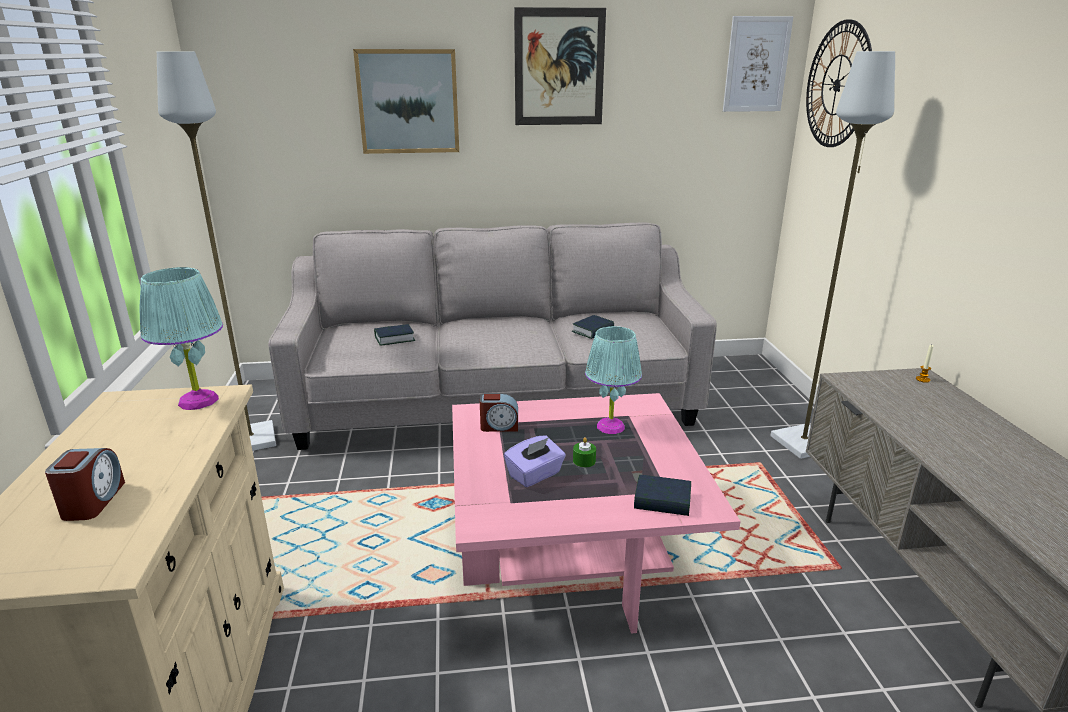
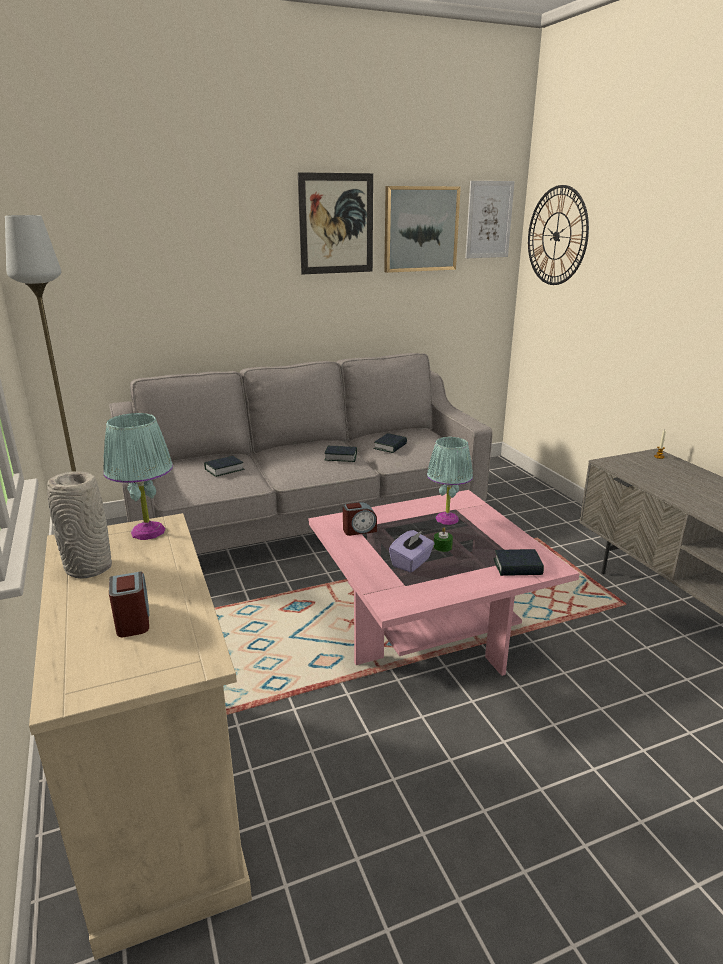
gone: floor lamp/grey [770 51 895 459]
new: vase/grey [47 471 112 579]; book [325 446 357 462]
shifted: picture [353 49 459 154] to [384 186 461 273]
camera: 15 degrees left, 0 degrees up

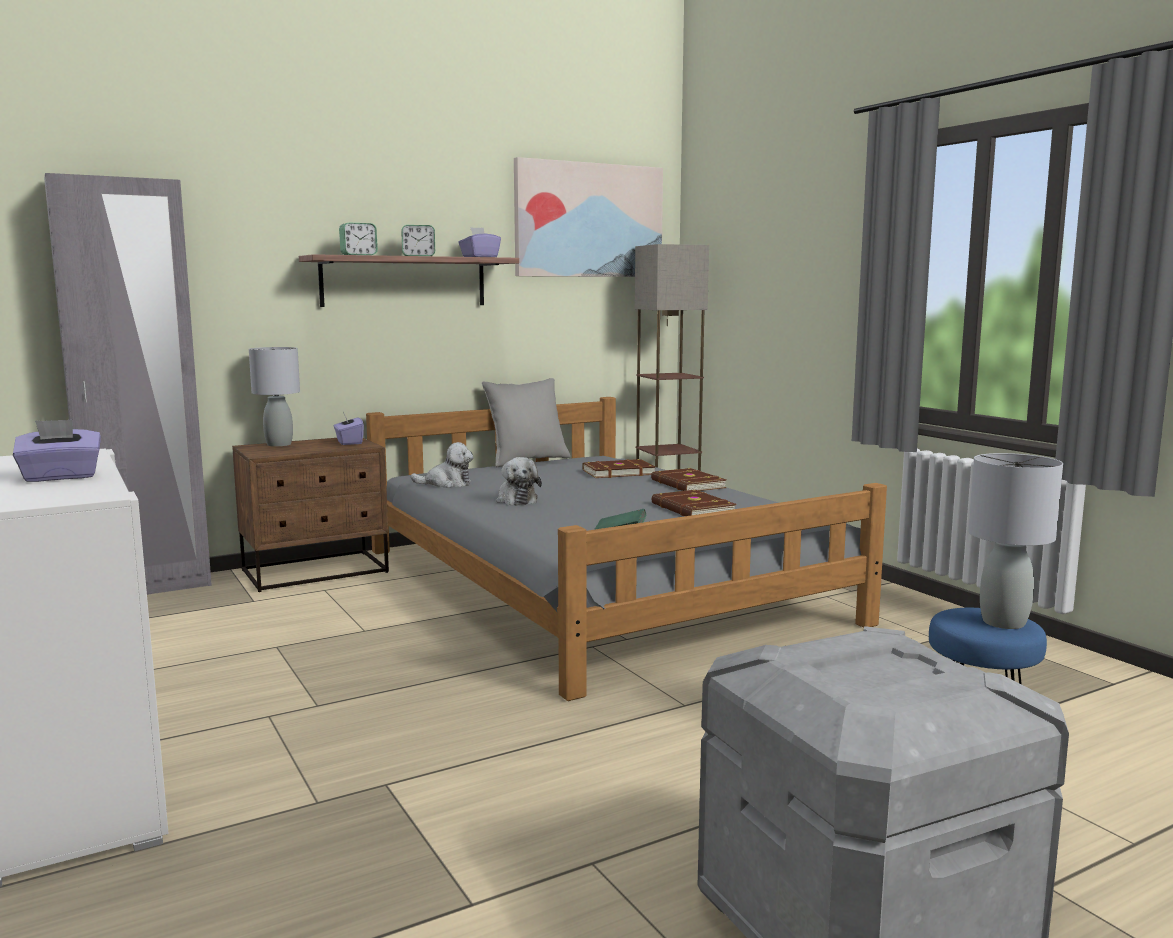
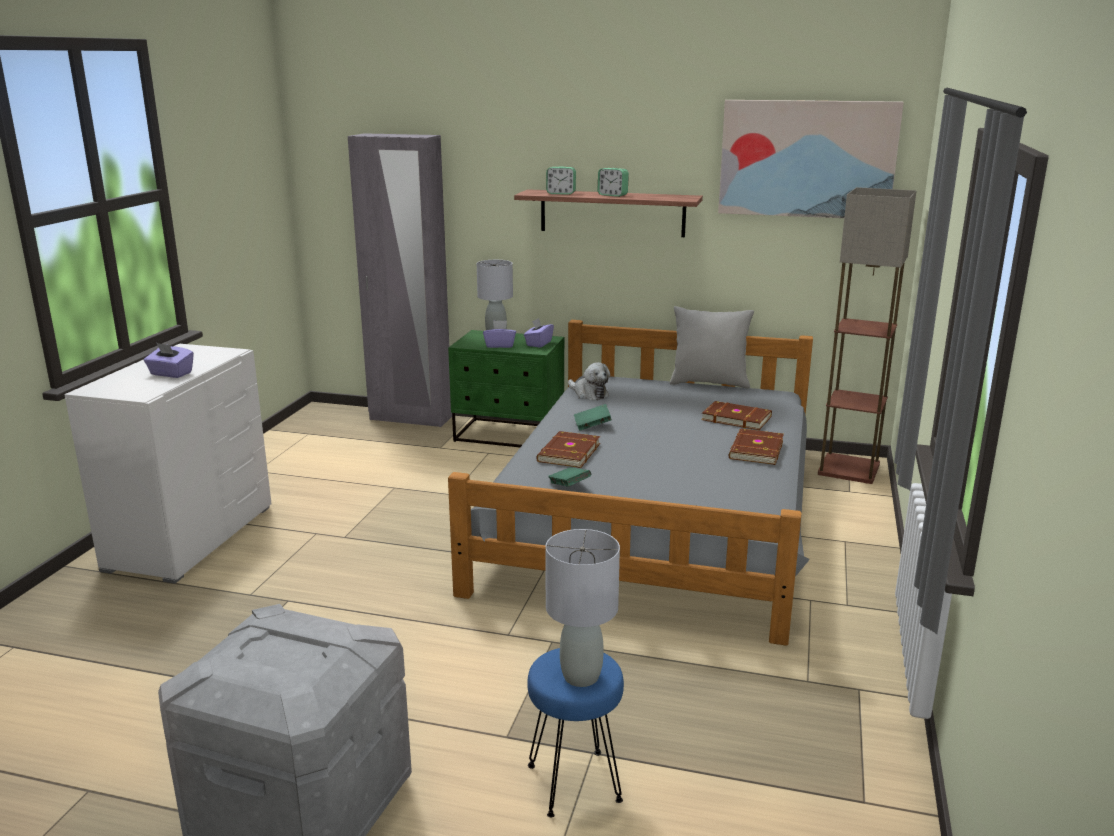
shifted: tissue box/purple [458 227 501 257] to [483 321 516 348]; book/brown [652 490 737 516] to [536 431 600 468]
swapped: plush toy [496 457 542 505] to book/green [574 404 612 431]
repainted: nightstand/brown [232 438 389 592] to nightstand/green [448 330 564 447]
camera: 45 degrees right, 10 degrees up

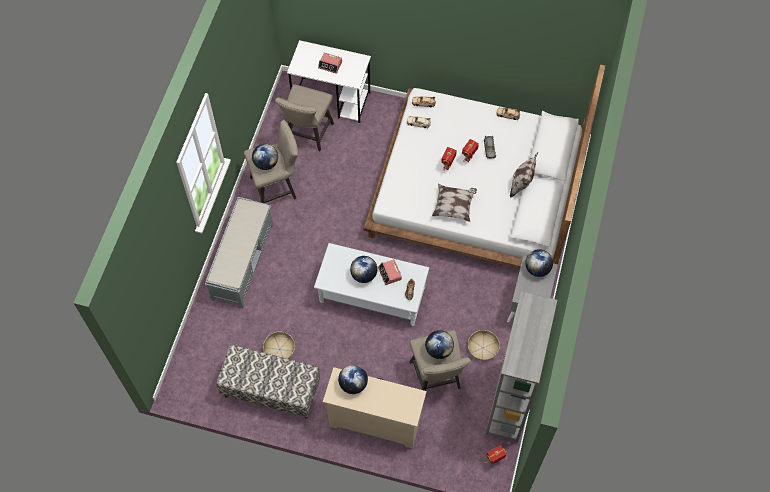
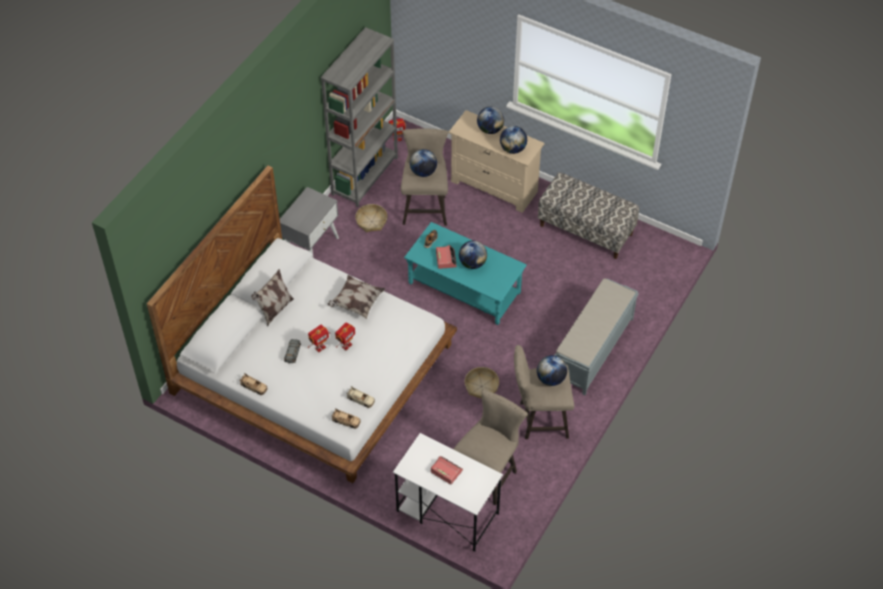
shifted: basket [263 332 295 359] to [465 367 499 399]; globe [525 249 553 277] to [477 107 504 134]
repainted: coffee table/grey [314 243 429 326] to coffee table/turquoise [404 222 527 325]
camera: 165 degrees left, 10 degrees down

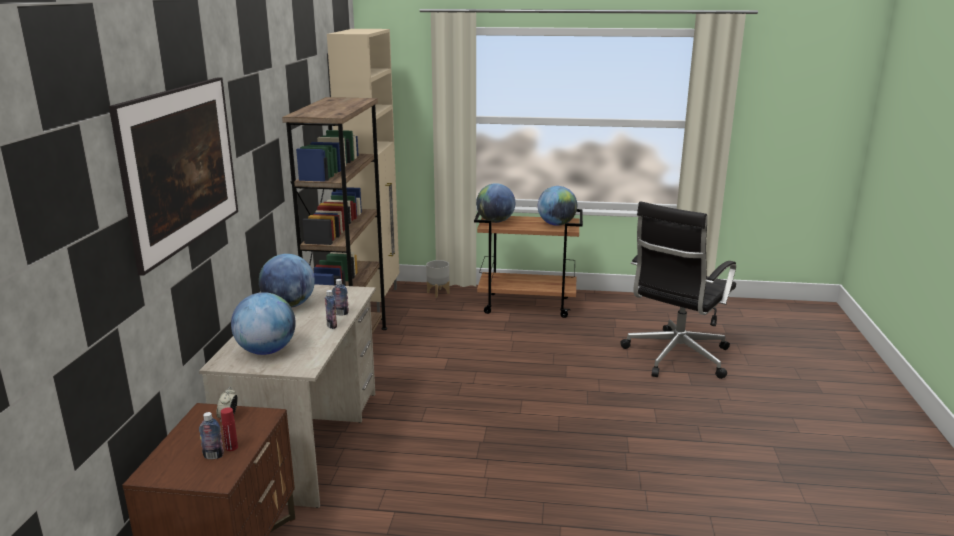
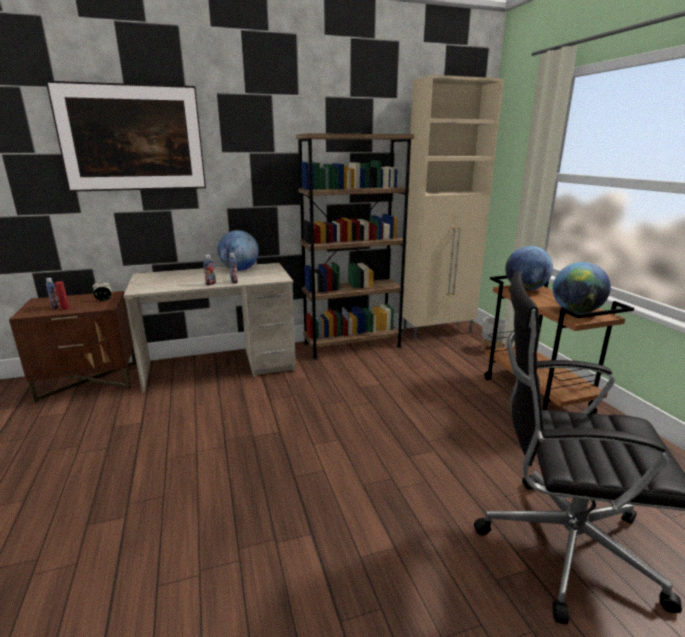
gone: globe [231 292 296 355]
camera: 65 degrees right, 0 degrees up

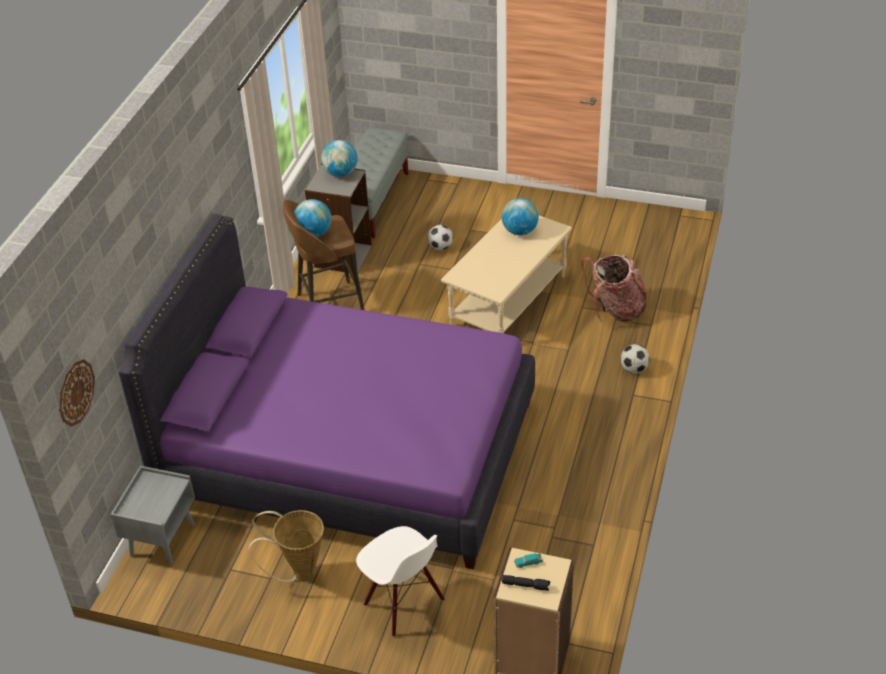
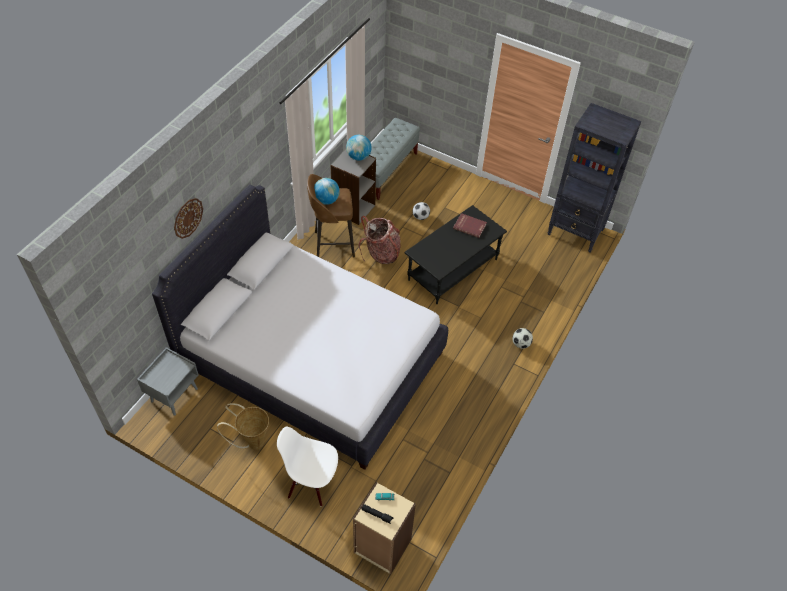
new: bookcase/black [548 103 641 253]
shifted: wall clock [59 359 95 427] to [174 198 203 239]; backpack [581 254 648 322] to [358 216 401 264]
swapped: globe [502 198 539 235] to book/red [453 213 487 238]
repainted: bed/purple [119 214 535 569] to bed/white [152 185 448 470]; coffee table/beige [441 216 572 333] to coffee table/black [405 205 507 304]
rotated: chair/white [356 526 445 637] = [277 427 338 507] 135 degrees clockwise
camera: 10 degrees right, 10 degrees up

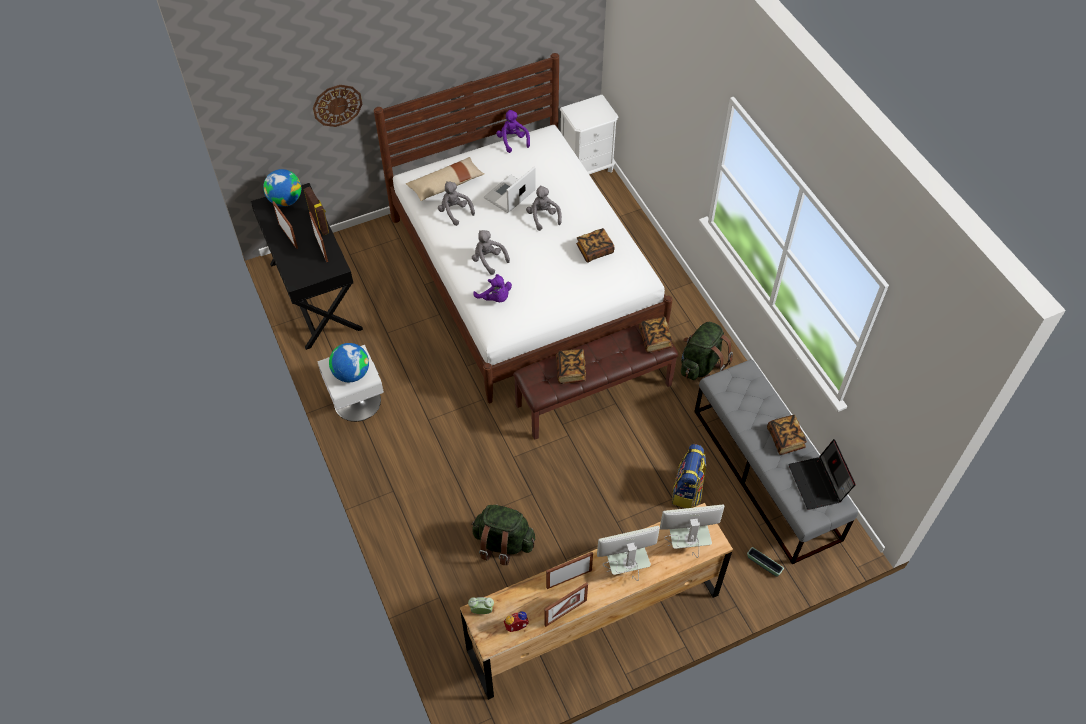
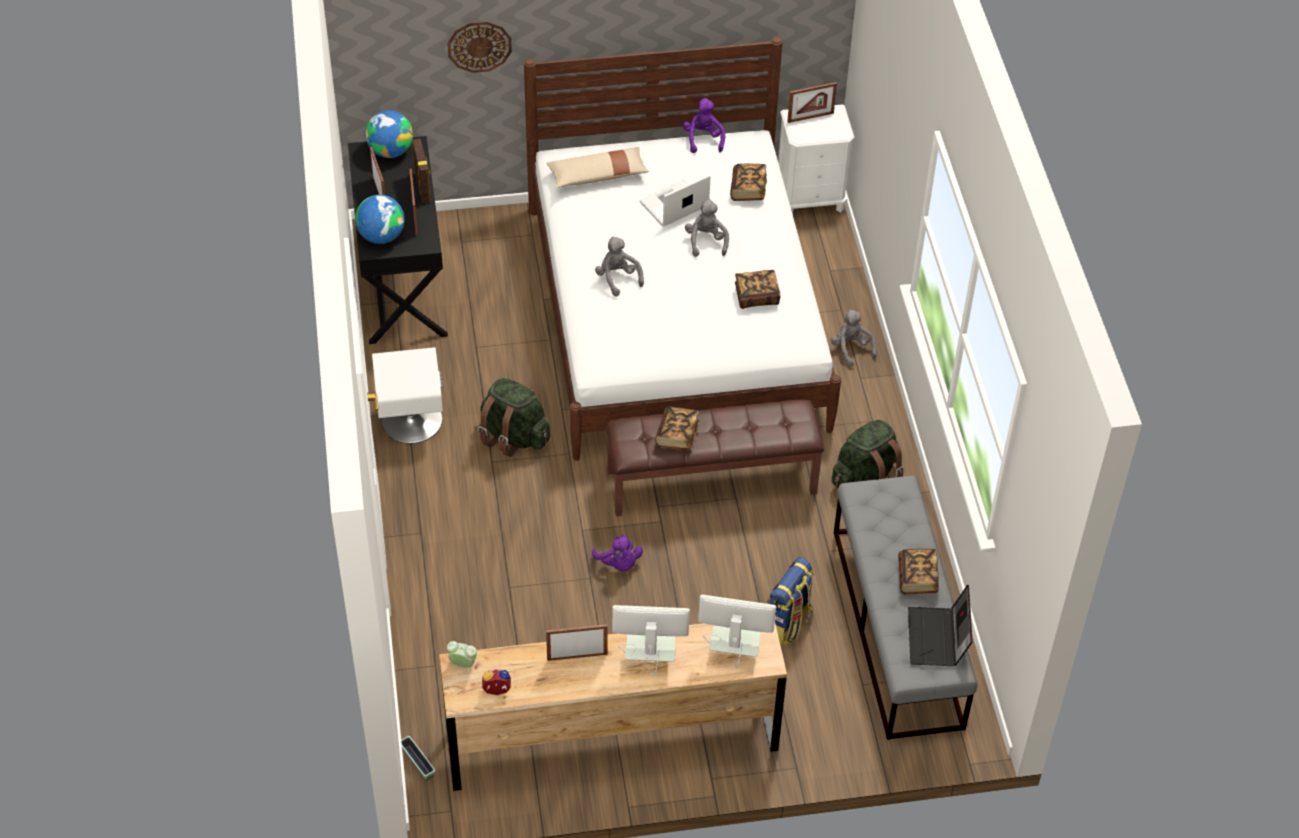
shifted: globe [329 343 369 382] to [355 195 405 244]; plush toy/grey [438 182 475 226] to [831 309 877 367]; backpack/green [471 505 535 565] to [478 378 550 457]; plush toy/purple [473 274 512 302] to [592 534 643 571]; picture frame [544 582 588 627] to [787 82 837 123]; book [639 317 672 353] to [730 164 767 201]; planter [747 547 784 577] to [401 736 435 781]
camera: 15 degrees right, 5 degrees down

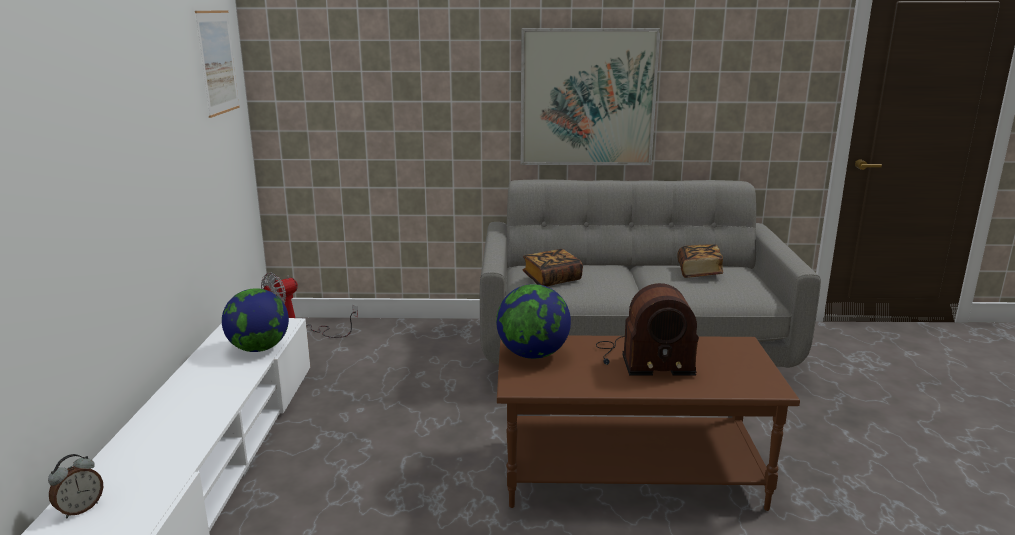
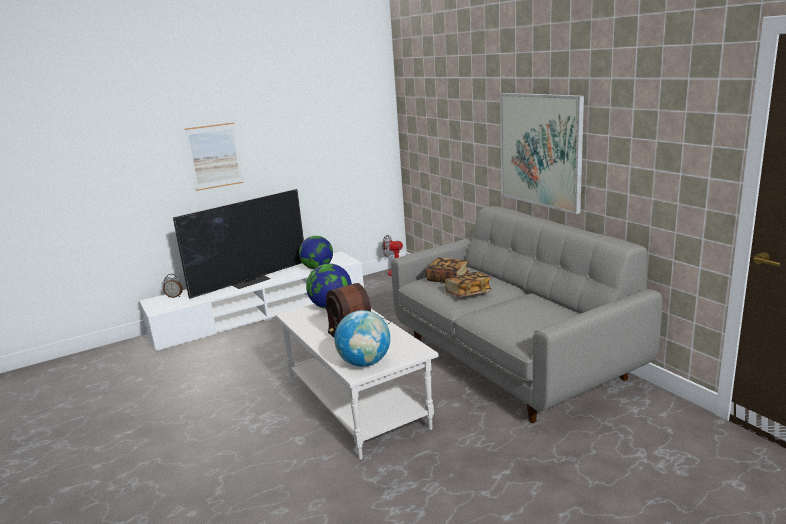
new: television [173 189 304 299]; globe [334 310 390 367]
shifted: picture [195 10 240 118] to [184 122 244 191]; book [677 244 723 278] to [445 272 492 297]
repainted: coffee table/brown [497 335 800 511] to coffee table/white [275 304 439 460]
camera: 60 degrees right, 0 degrees up

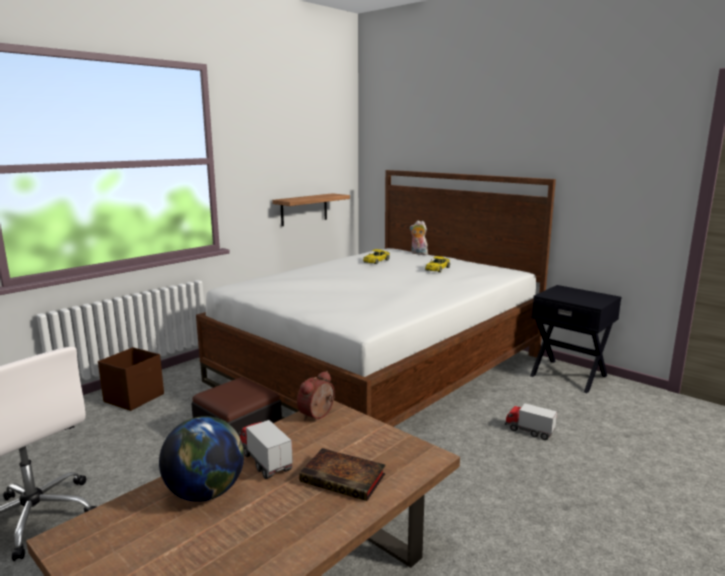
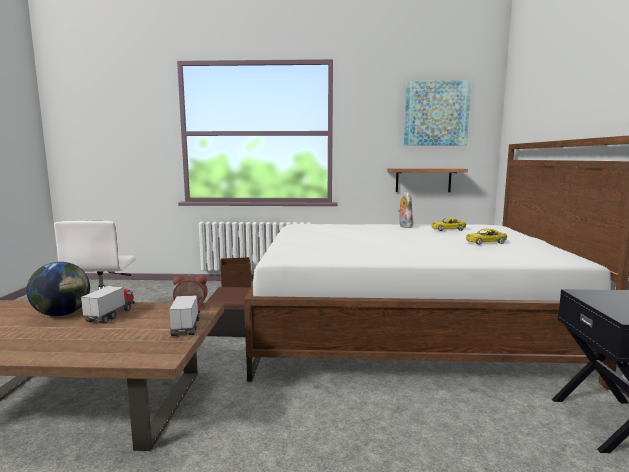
gone: book [299 448 386 501]
new: picture [404 80 471 146]
shifted: plush toy [410 221 428 255] to [398 192 413 228]; toy truck [505 403 557 440] to [169 295 201 336]
camera: 50 degrees right, 5 degrees down

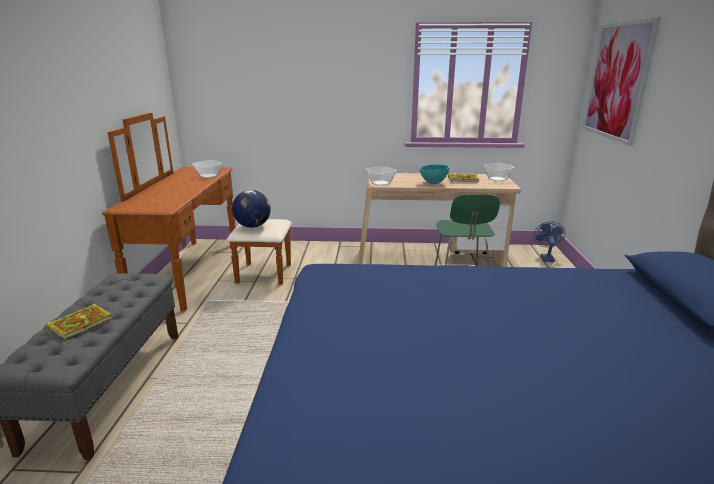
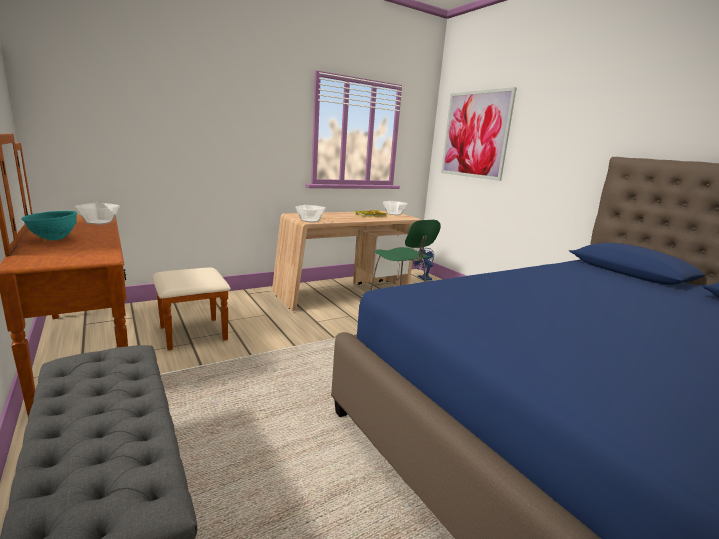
gone: book [46 303 112 339]; globe [232 190 271 228]
shifted: bowl/turquoise [419 164 450 184] to [21 211 77 240]
camera: 35 degrees left, 5 degrees down

